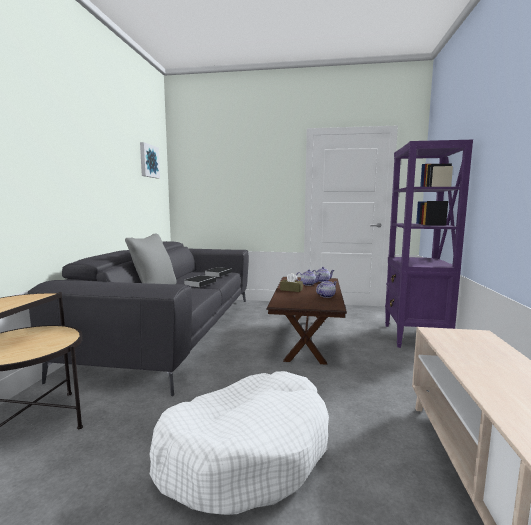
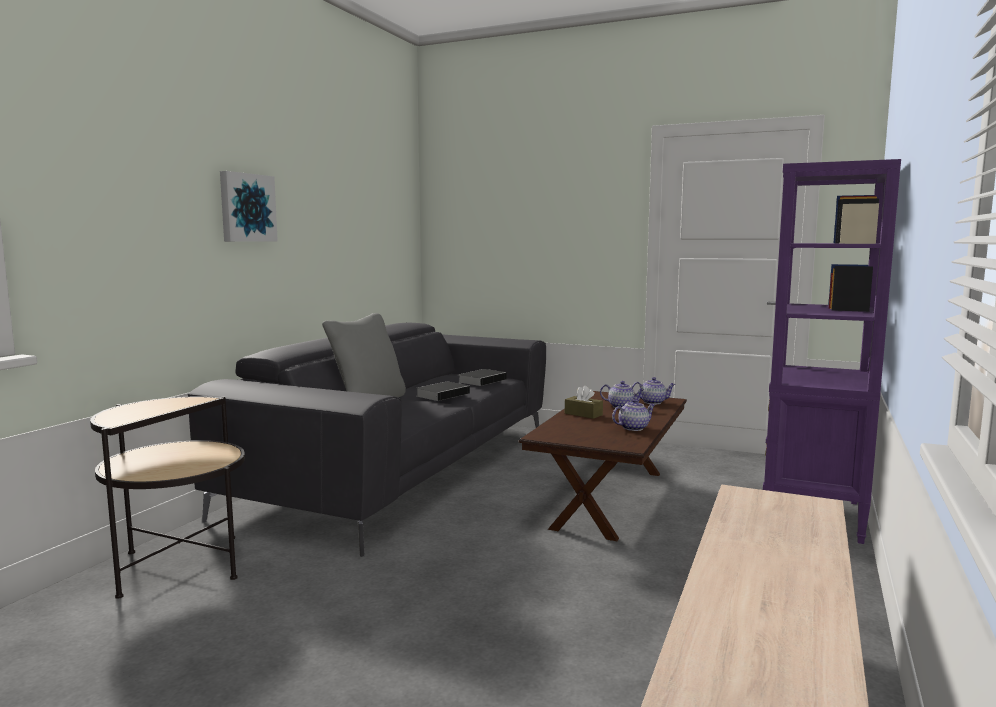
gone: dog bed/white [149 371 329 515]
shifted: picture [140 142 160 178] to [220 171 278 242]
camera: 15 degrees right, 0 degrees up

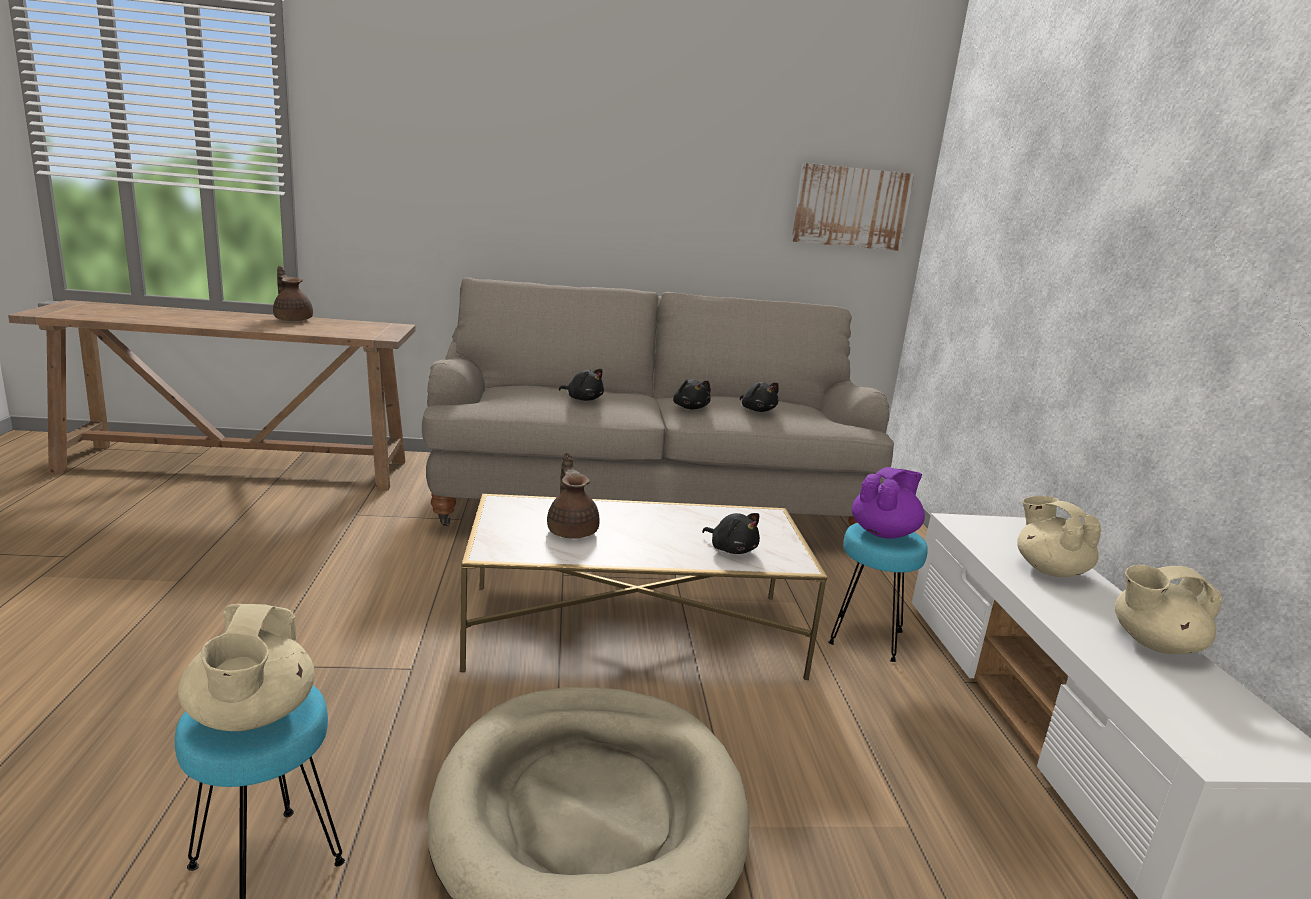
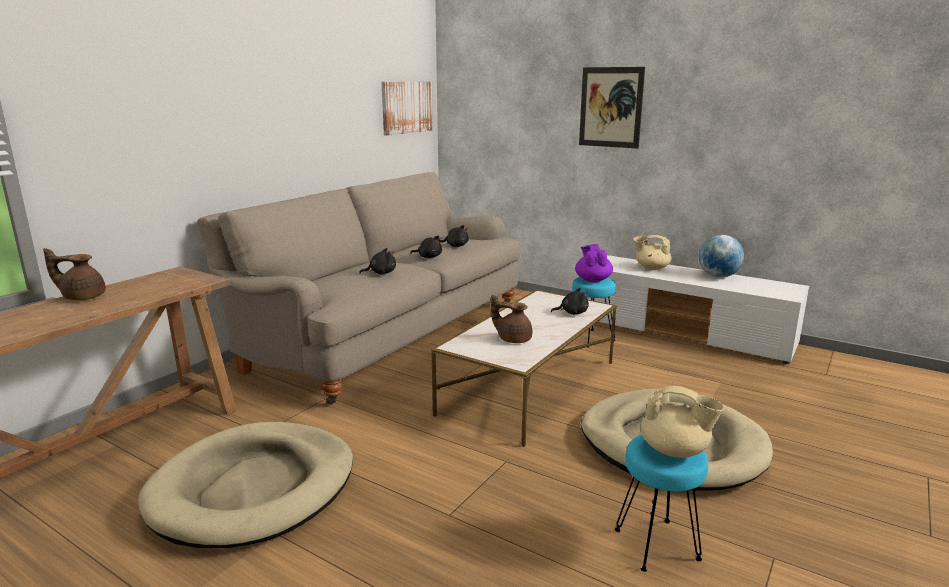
new: dog bed/beige [138 422 353 548]; picture [579 67 645 148]
swapped: teapot/beige [1115 565 1222 654] to globe [699 235 744 278]
camera: 50 degrees left, 0 degrees up

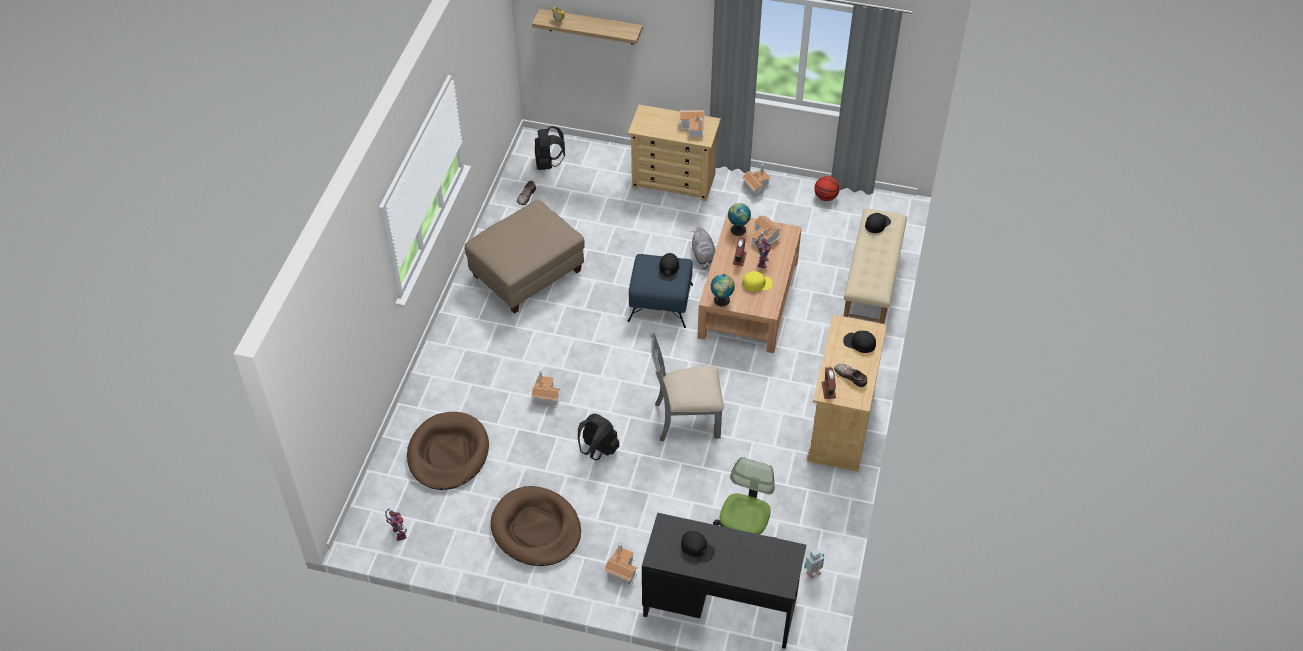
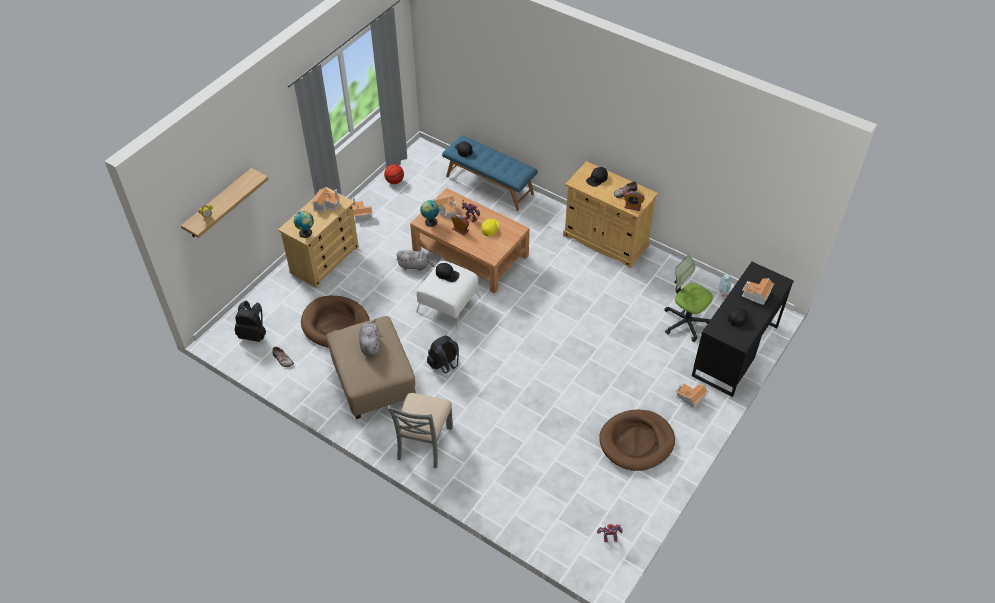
new: plush toy/grey [359 319 380 356]
shifted: dog bed/brown [407 412 489 490] to [301 296 370 348]; toy house [531 370 560 408] to [742 278 774 305]; backpack/black [578 413 619 460] to [427 335 459 373]; chair/grey [651 333 724 441] to [388 393 453 468]; globe [711 274 735 306] to [294 211 314 238]
repainted: ottoman/blue [628 254 693 328] to ottoman/white [416 261 481 330]; bench/beige [844 208 907 324] to bench/blue [442 135 538 211]
camera: 70 degrees left, 0 degrees up

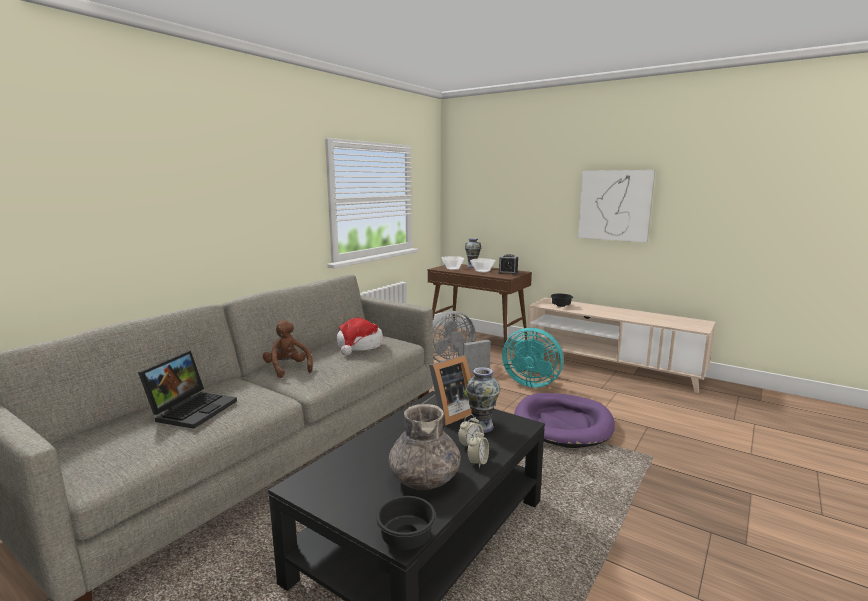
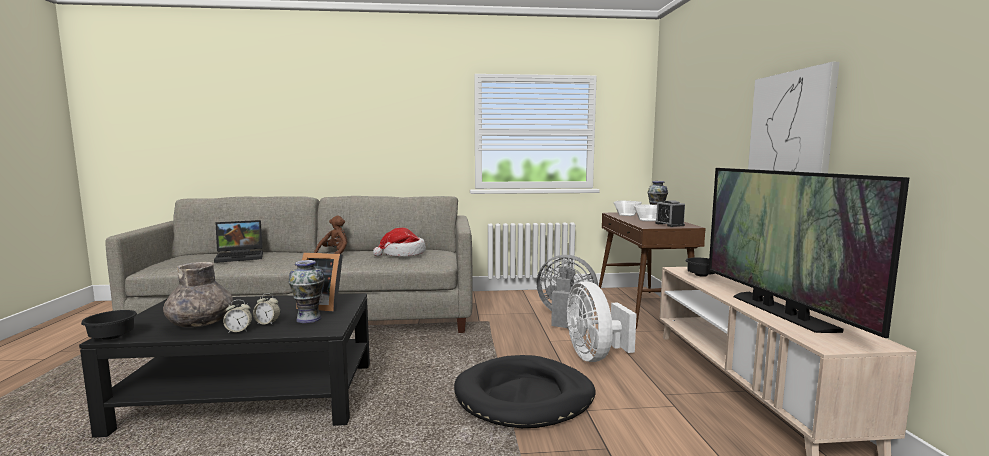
new: television [708 168 909 338]
repainted: fan/turquoise [502 328 563 388] to fan/white [567 281 637 362]; dog bed/purple [514 393 615 448] to dog bed/black [454 355 596 428]
camera: 50 degrees right, 5 degrees down

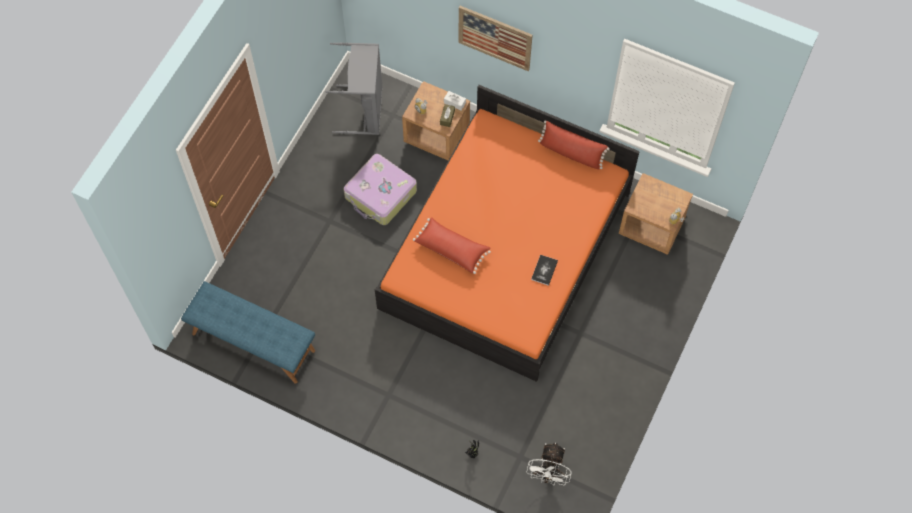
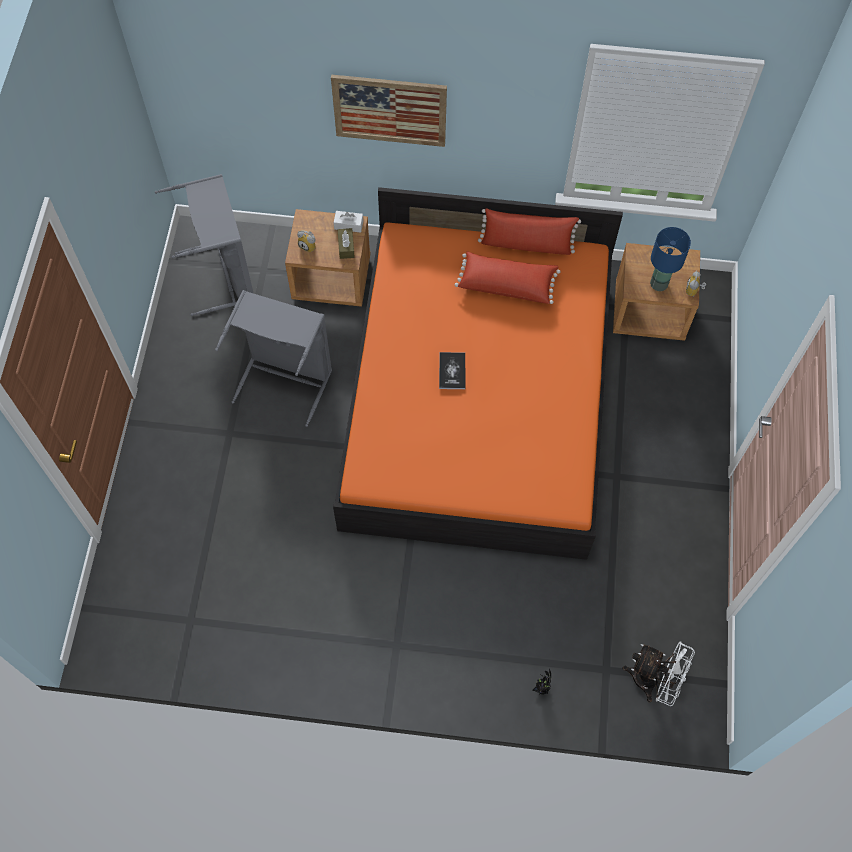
gone: bench/blue [181 281 315 384]
new: table lamp/blue [650 227 691 291]
shifted: pillow/red [413 217 491 274] to [455 251 560 304]; book [531 255 558 286] to [439 352 465 389]
swapped: suitcase [344 154 417 225] to laundry basket/grey [215 290 332 427]
rotated: fan/white [527 443 572 485] = [622 641 695 706] 60 degrees counterclockwise
camera: 20 degrees left, 0 degrees up

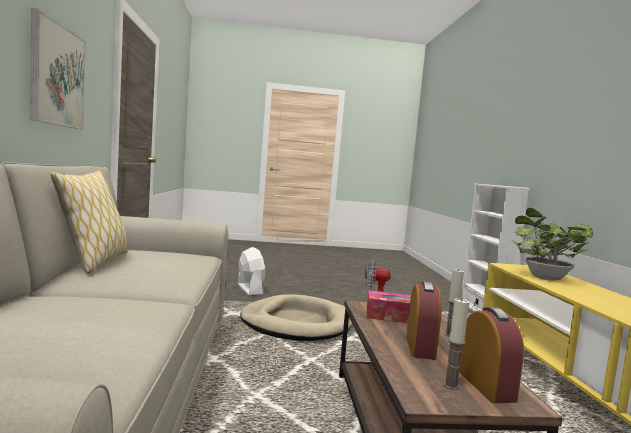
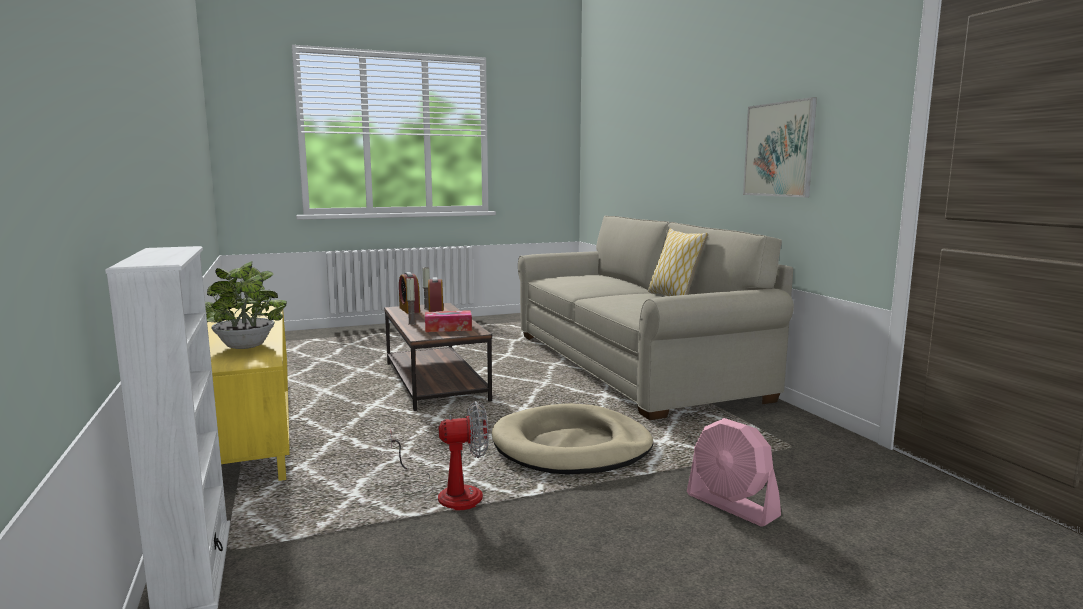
repainted: fan/white [238 247 266 295] to fan/pink [687 418 781 527]
camera: 165 degrees right, 5 degrees up

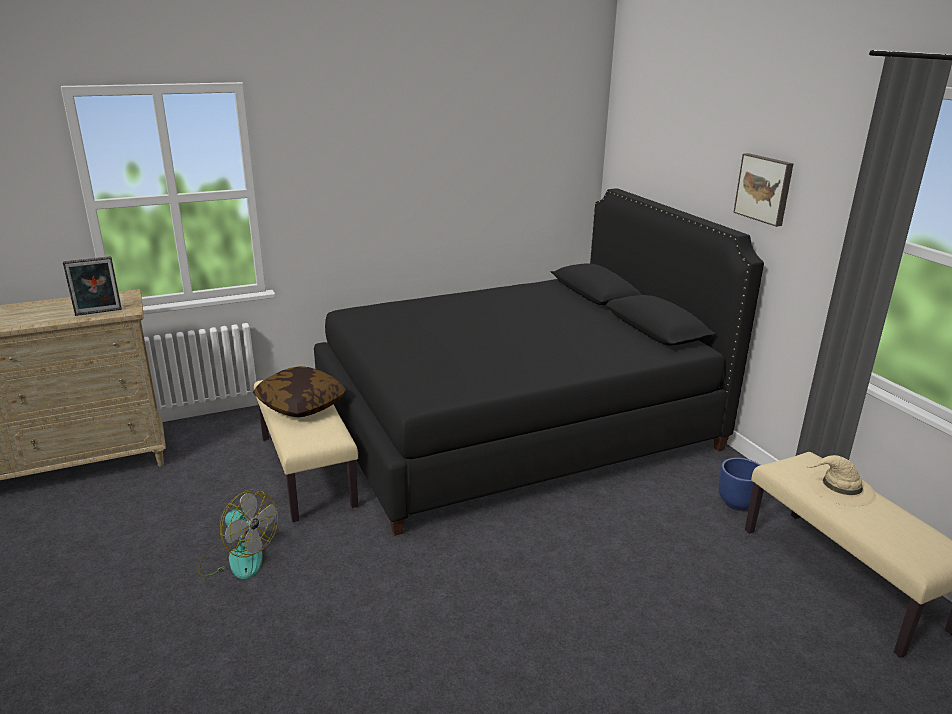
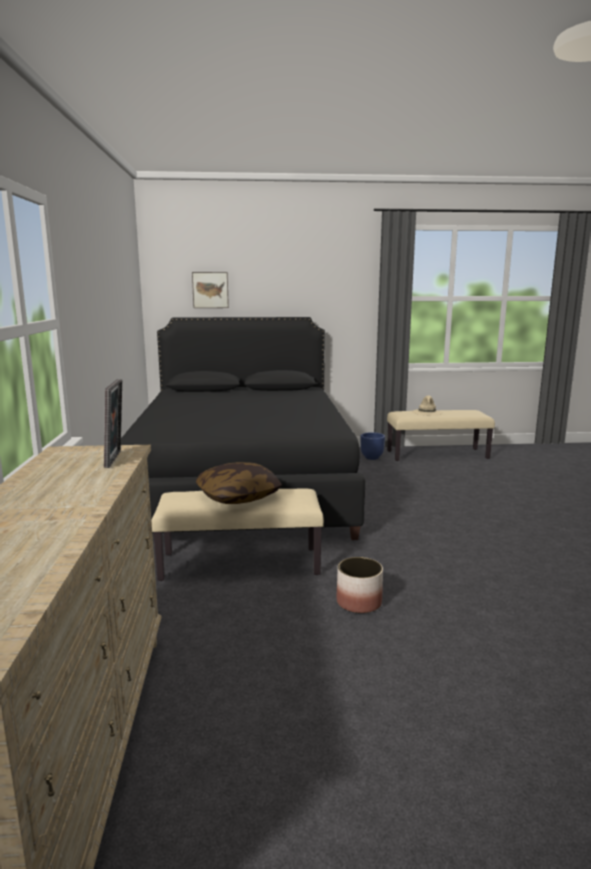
shifted: picture [733 153 794 227] to [192 272 229 308]
swapped: fan [198 489 278 579] to planter [337 557 383 613]
camera: 70 degrees left, 10 degrees down

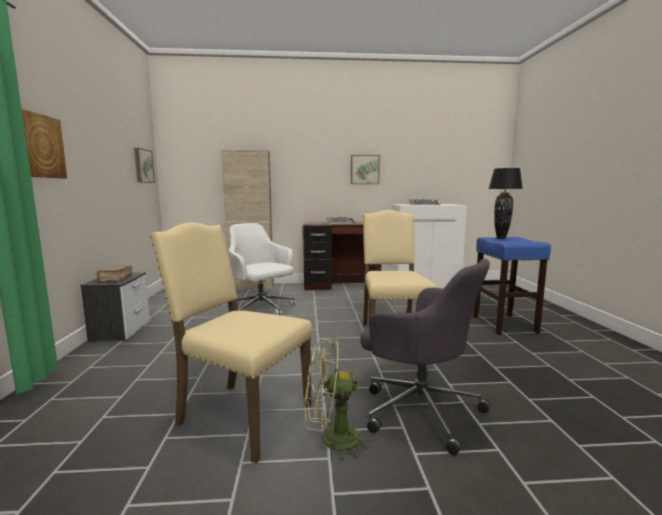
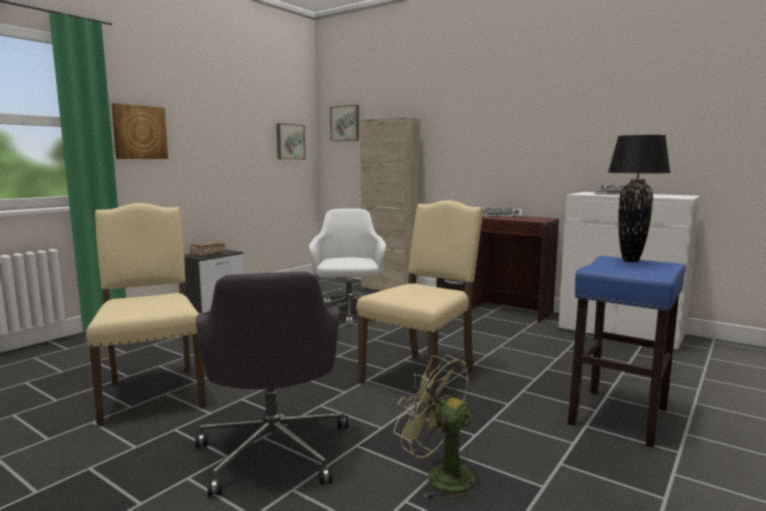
shifted: fan/green [305 338 373 462] to [394 355 480 504]; picture [351 155 380 184] to [330 105 359 141]
camera: 40 degrees right, 0 degrees up

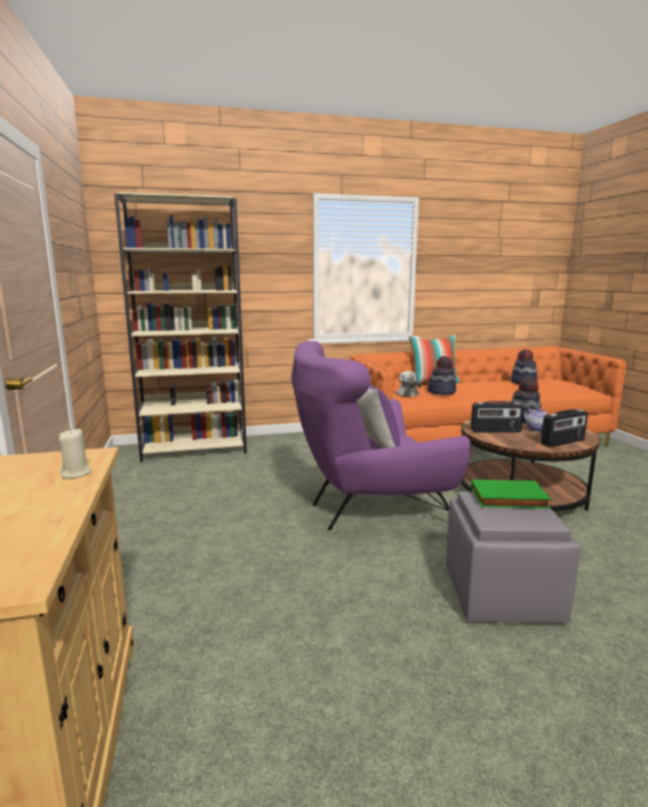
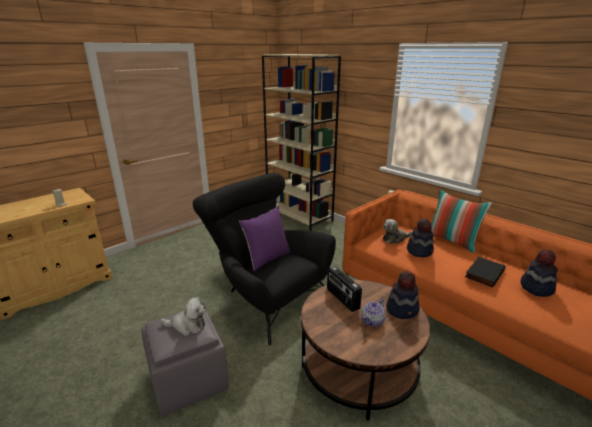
gone: radio [541 409 588 447]
new: book/black [465 257 506 288]
swapped: book/green [471 480 551 509] to plush toy [161 297 206 336]
repainted: armchair/purple [291 341 471 530] to armchair/black [193 173 336 345]
camera: 60 degrees right, 10 degrees up

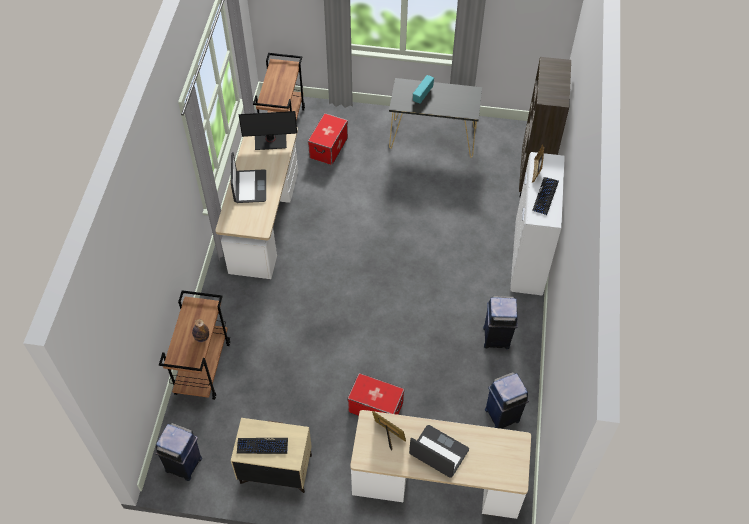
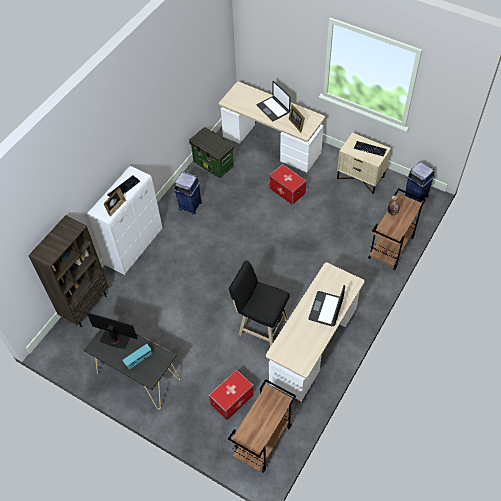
new: stool/black [229 260 290 347]
shifted: monitor [238 111 297 150] to [87 312 138 349]
swapped: trash can/blue [485 372 529 429] to storage box [189 127 234 178]
camera: 155 degrees left, 0 degrees up

